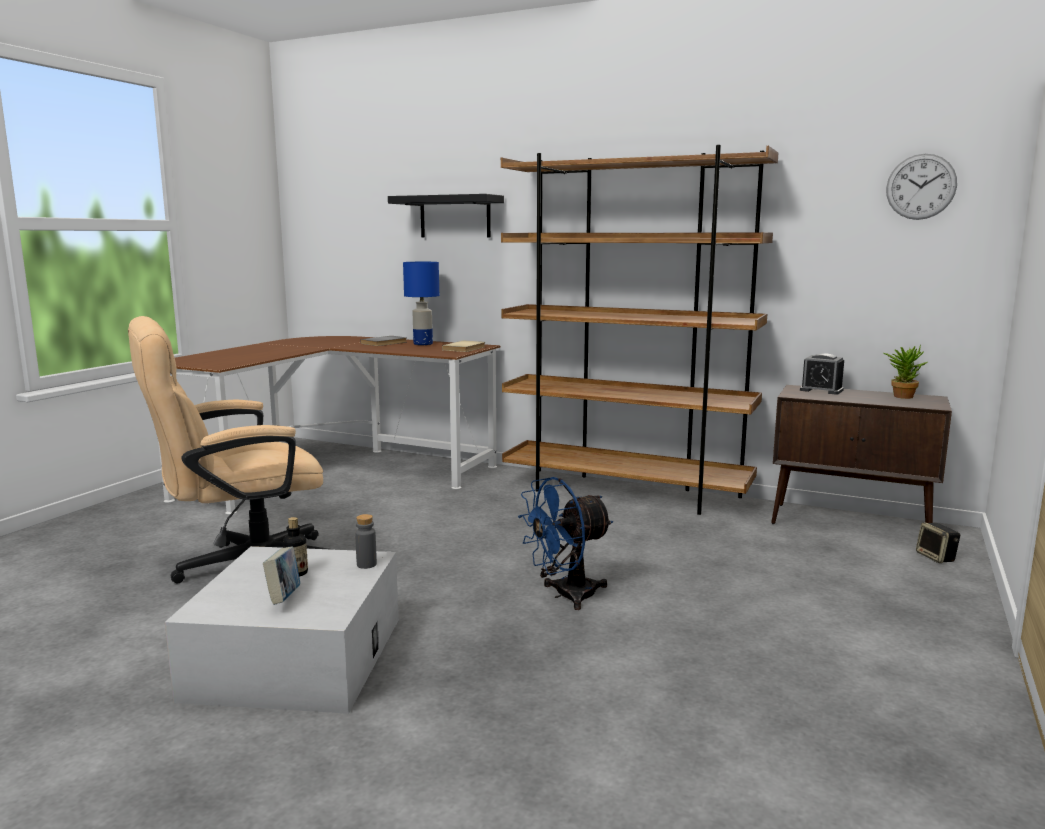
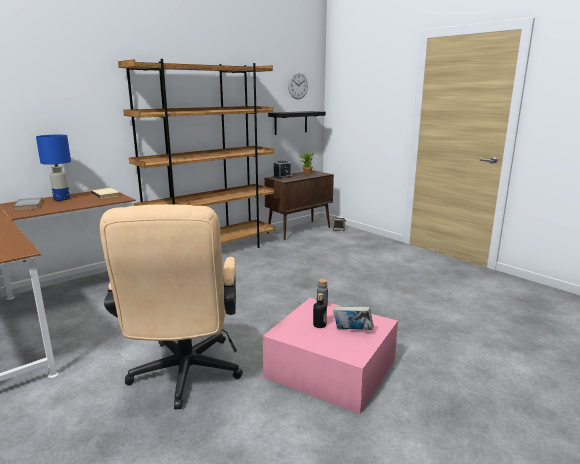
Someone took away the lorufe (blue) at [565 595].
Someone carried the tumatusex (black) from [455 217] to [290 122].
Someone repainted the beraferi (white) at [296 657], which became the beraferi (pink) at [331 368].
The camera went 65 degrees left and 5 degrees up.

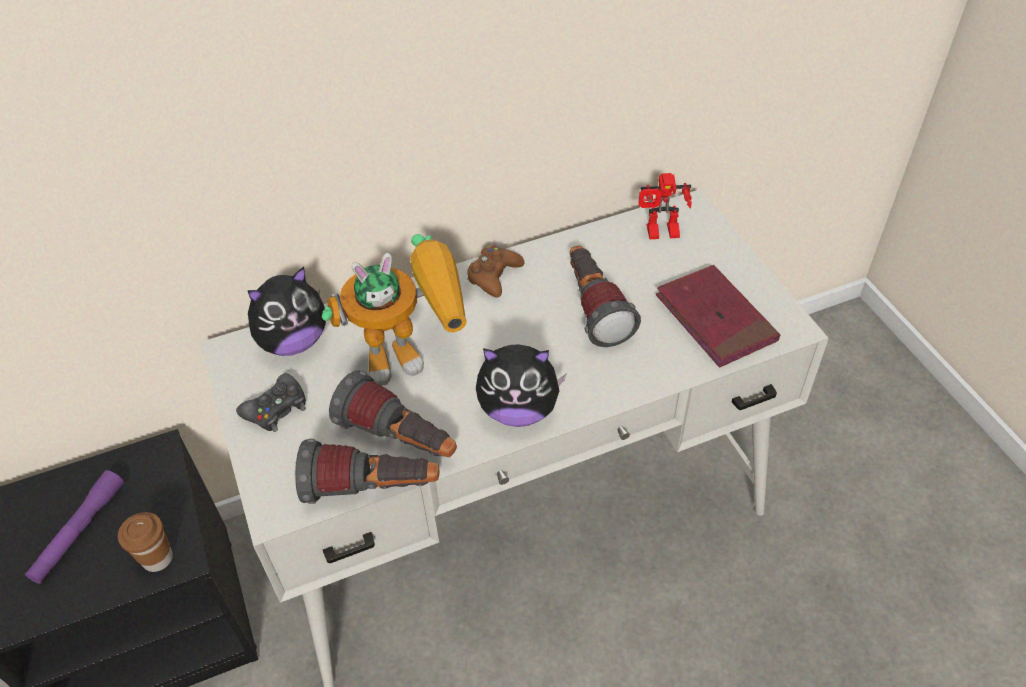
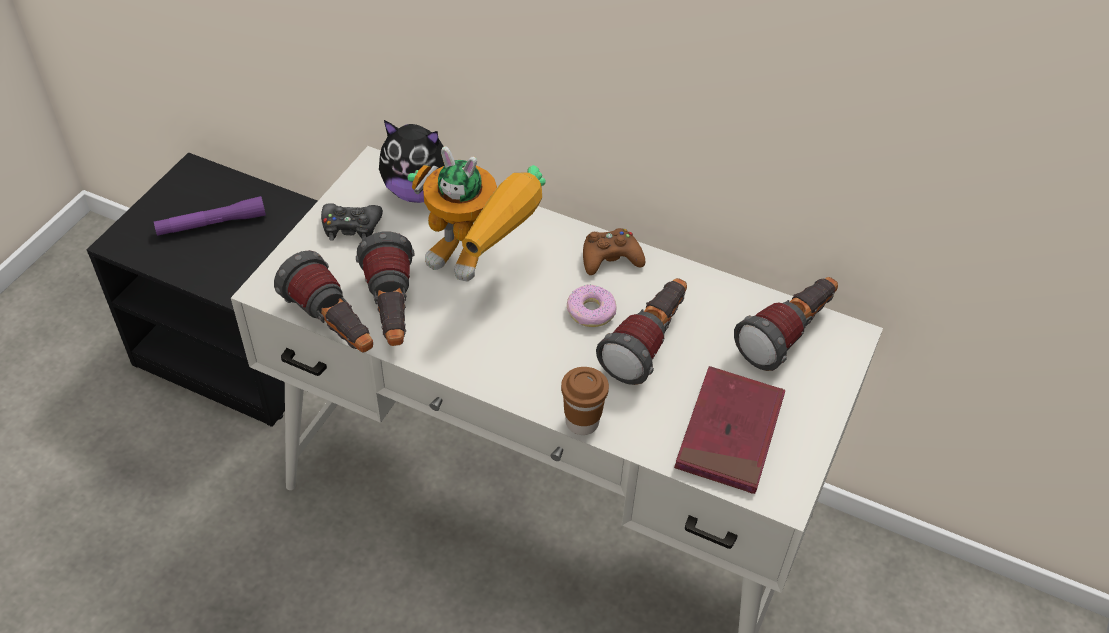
Someone took away the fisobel at [518 409].
Someone put down the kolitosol at [590 312].
Someone carried the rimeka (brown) from [157 558] to [582 422].
Someone swapped the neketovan at [661 234] for the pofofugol at [788 334].
The camera went 45 degrees right and 0 degrees up.

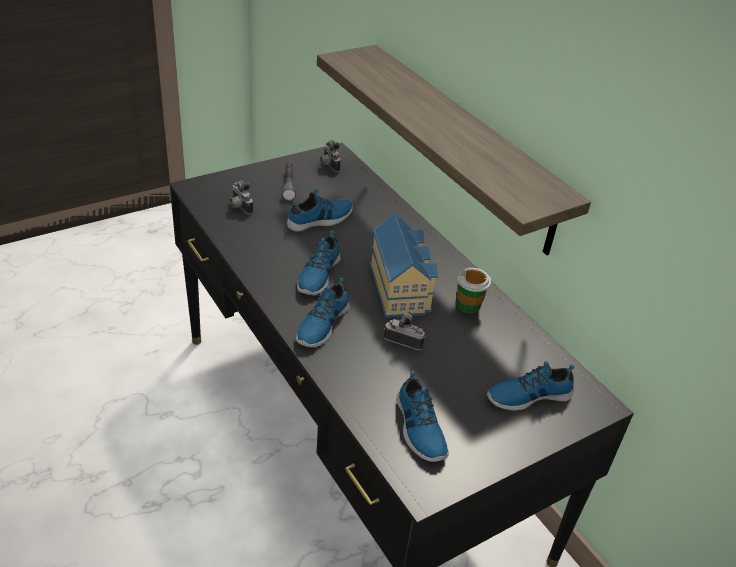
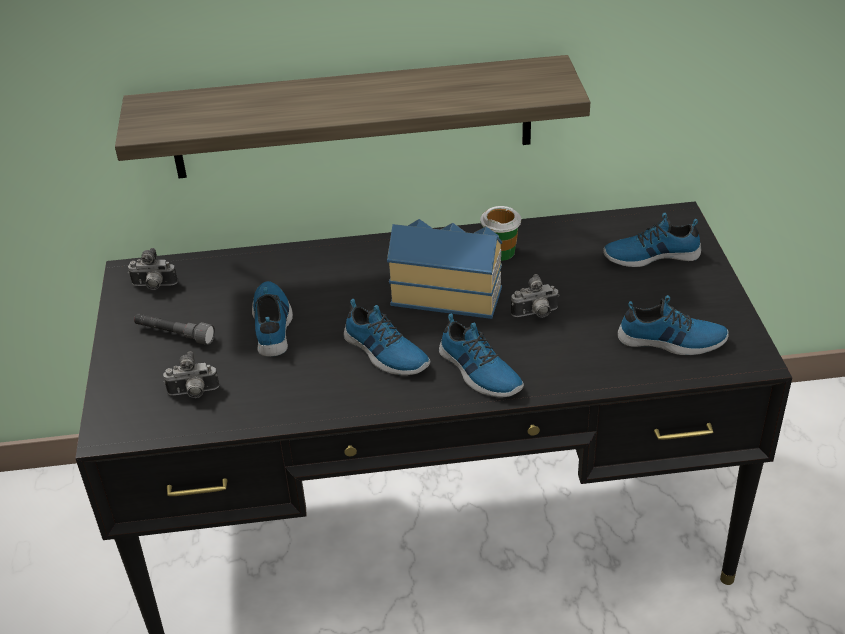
Someone rotated the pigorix at [404 340] by 150 degrees counterclockwise.
Someone rotated the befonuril at [528 395] by 75 degrees clockwise.
The camera went 60 degrees left and 0 degrees up.

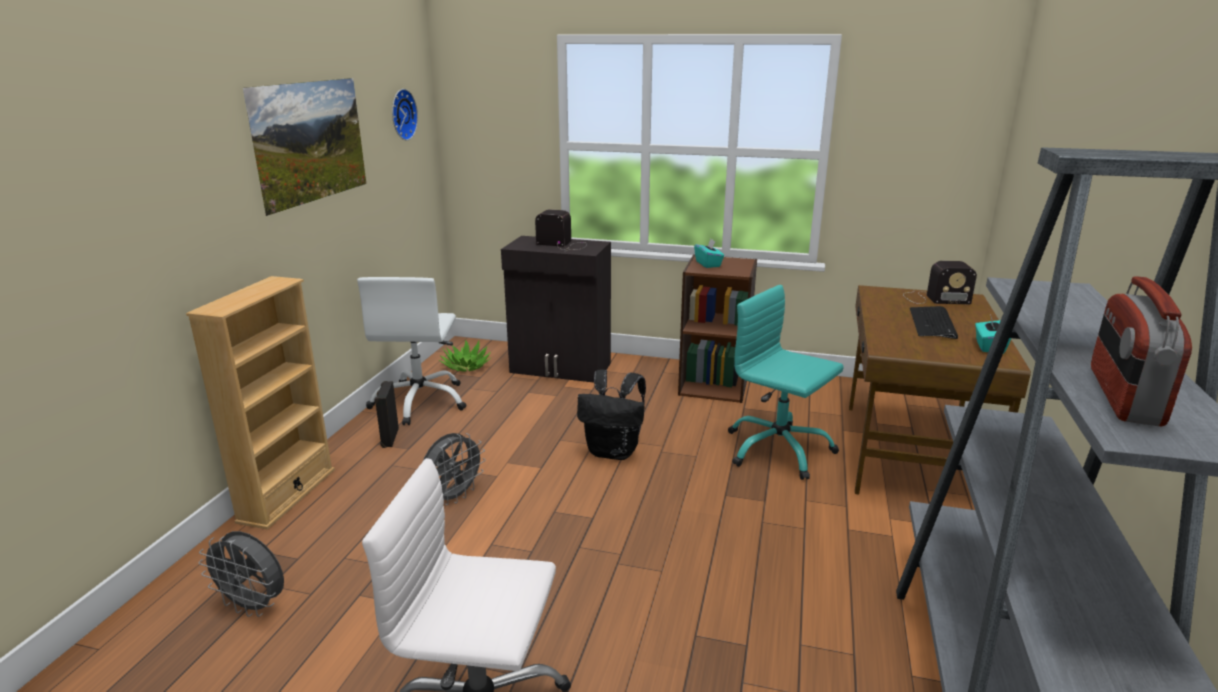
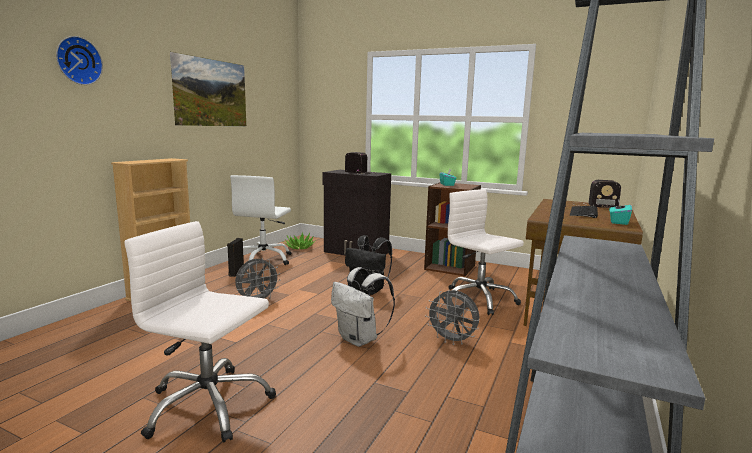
Someone took away the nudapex at [1122 396].
Someone put down the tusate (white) at [360 339].
Someone carried the lorufe (grey) from [254 606] to [452 341].
Someone carried the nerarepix from [401 114] to [77 61].
Someone repainted the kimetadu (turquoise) at [778 450], which became the kimetadu (white) at [478 299].
The camera went 10 degrees right and 10 degrees down.

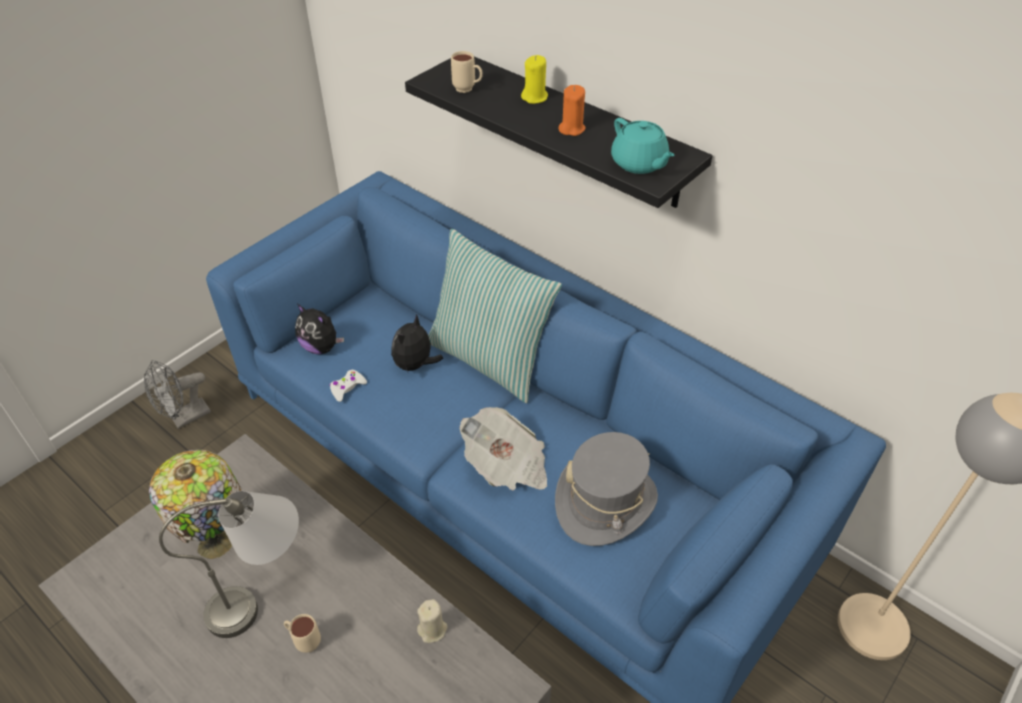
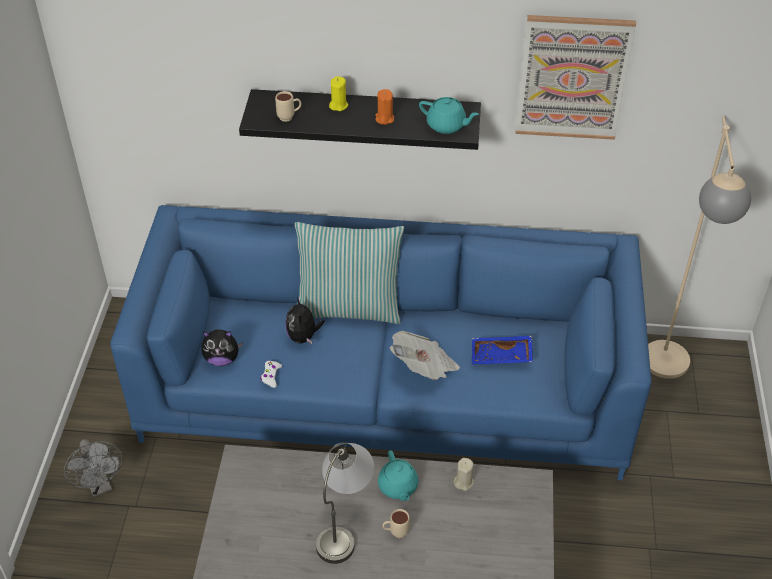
Someone took away the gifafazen at [218 542].
Someone put down the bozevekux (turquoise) at [398 487].
Someone put up the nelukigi at [572 77].
Someone swapped the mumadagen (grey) at [605 502] for the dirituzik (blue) at [501 357].
Someone rotated the lorufe (grey) at [185 418] by 45 degrees counterclockwise.
The camera went 35 degrees left and 0 degrees up.

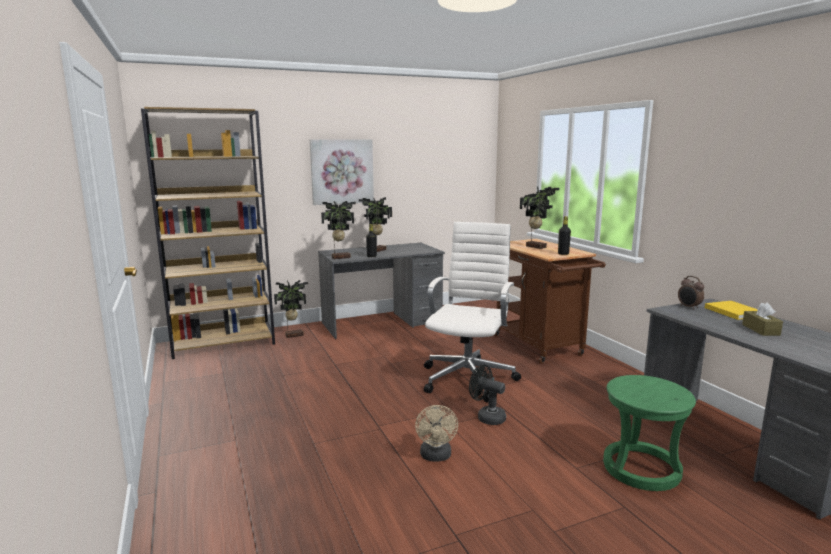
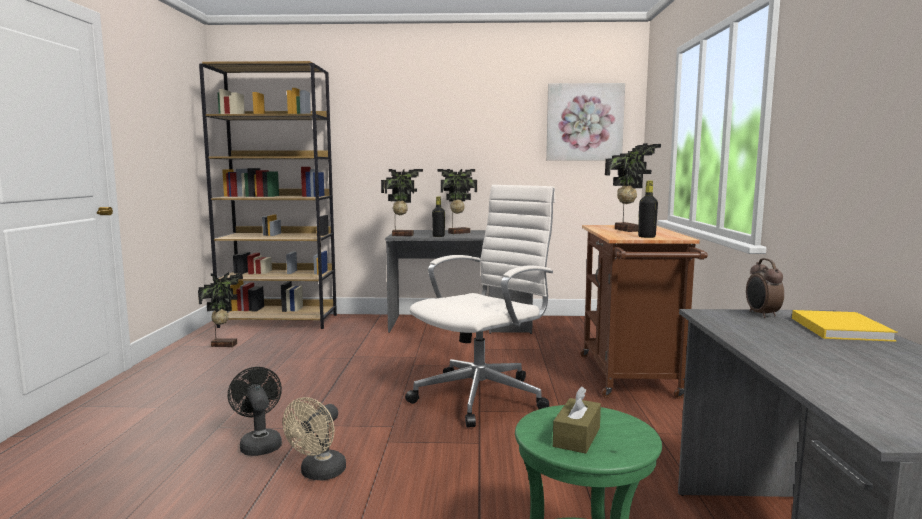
Someone carried the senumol from [293 335] to [224 345].
Someone carried the nelukigi from [342 171] to [584 122].
Someone carried the lorufe (black) from [487 417] to [259 444].
Someone carried the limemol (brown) from [760 330] to [577 437].
The camera went 25 degrees right and 5 degrees down.

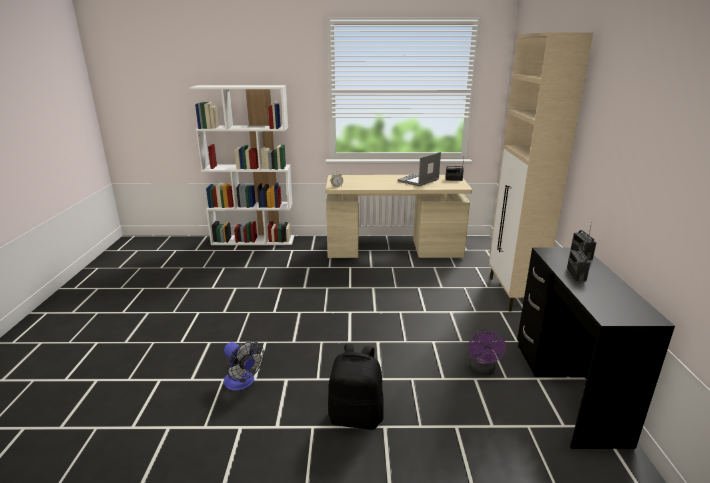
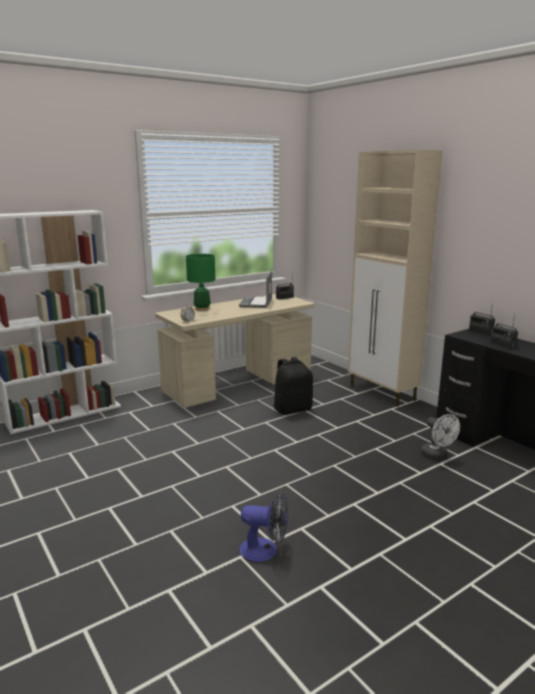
Someone put down the gifafazen (green) at [202 309].
Someone carried the tusate (black) from [356 417] to [292 409].
Someone repainted the lorufe (purple) at [482 370], which became the lorufe (white) at [437 456].
The camera went 35 degrees left and 5 degrees down.

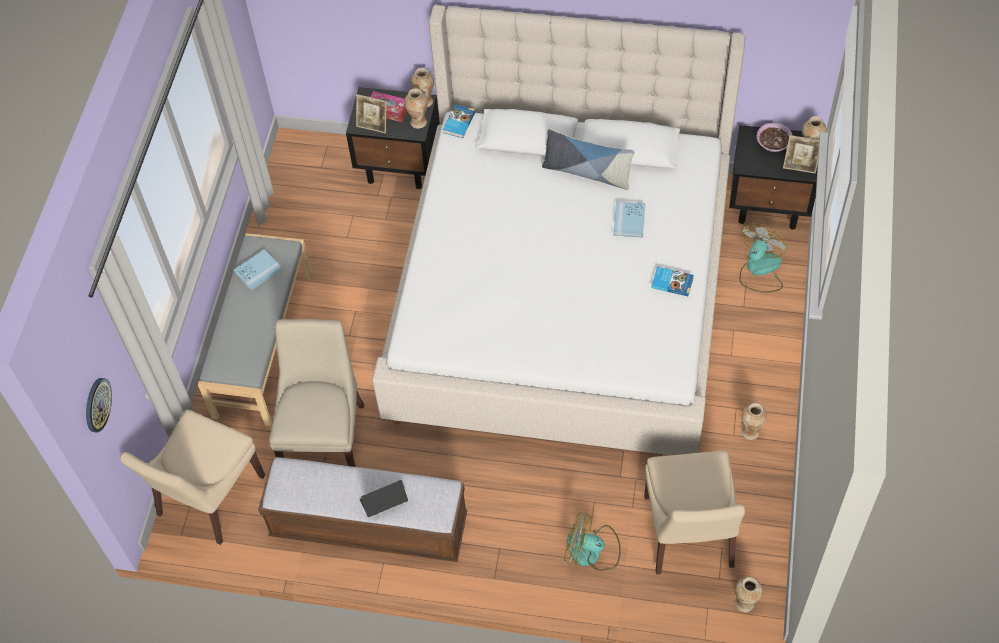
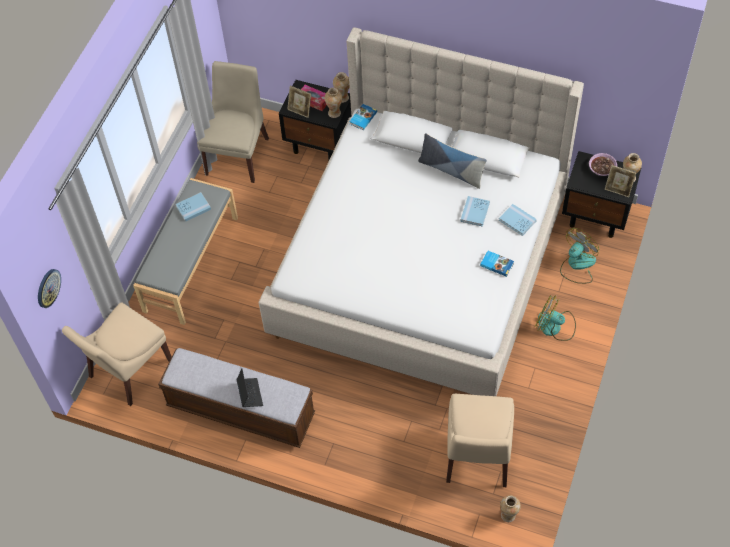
Someone took away the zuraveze at [750 432].
Someone put down the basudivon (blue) at [517 221].
Someone carried the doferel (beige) from [324 436] to [238 154].
Someone carried the lorufe from [591 551] to [554 327].
Someone rotated the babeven at [384 502] by 90 degrees clockwise.
The camera went 10 degrees right and 0 degrees up.

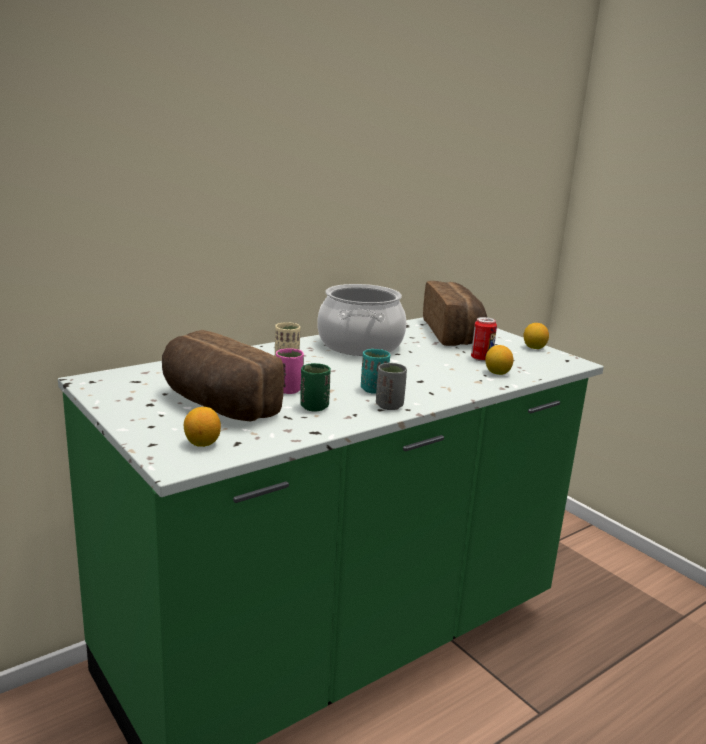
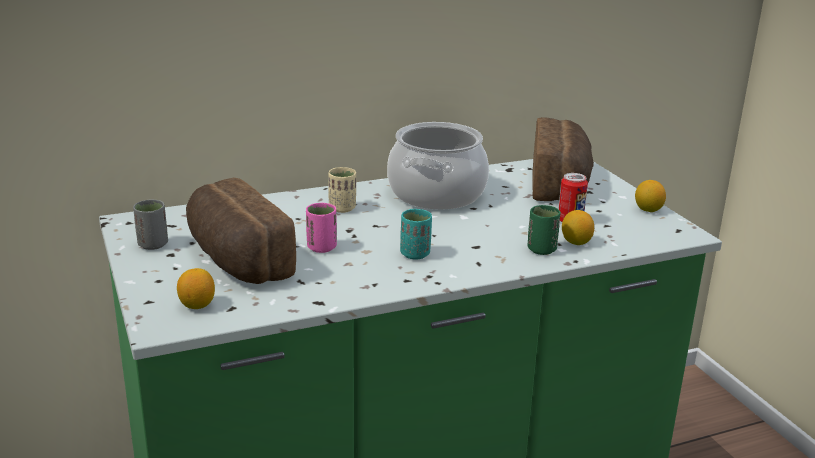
Someone carried the rimeka (green) from [314 407] to [541 250].
Someone carried the rimeka (grey) from [389 406] to [153 245].
The camera went 15 degrees right and 5 degrees up.

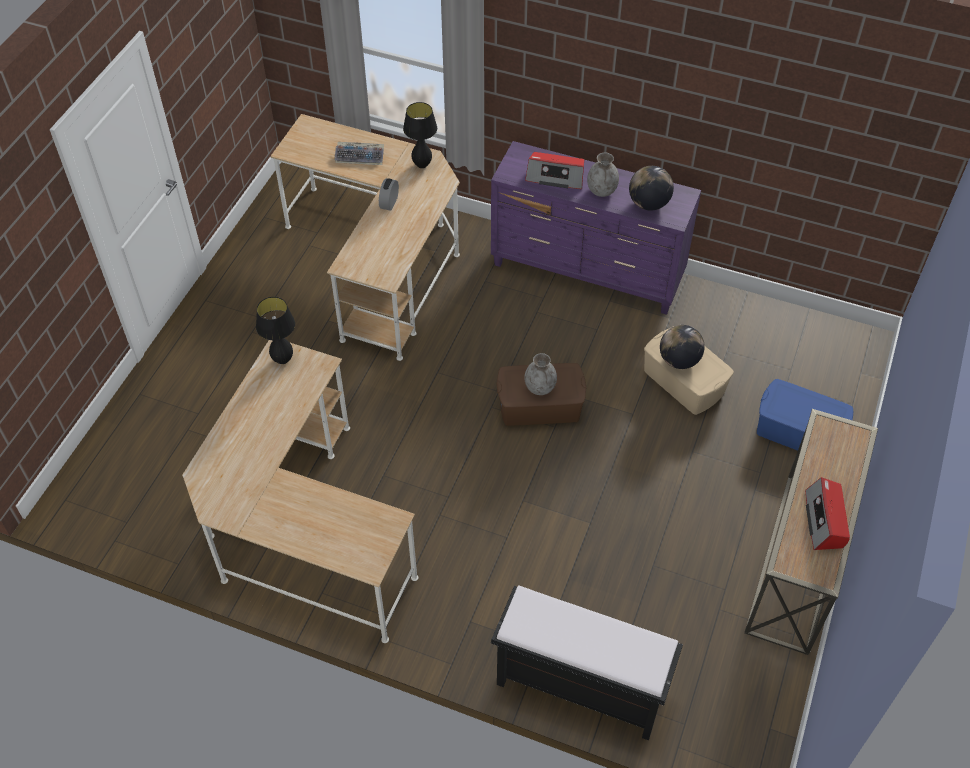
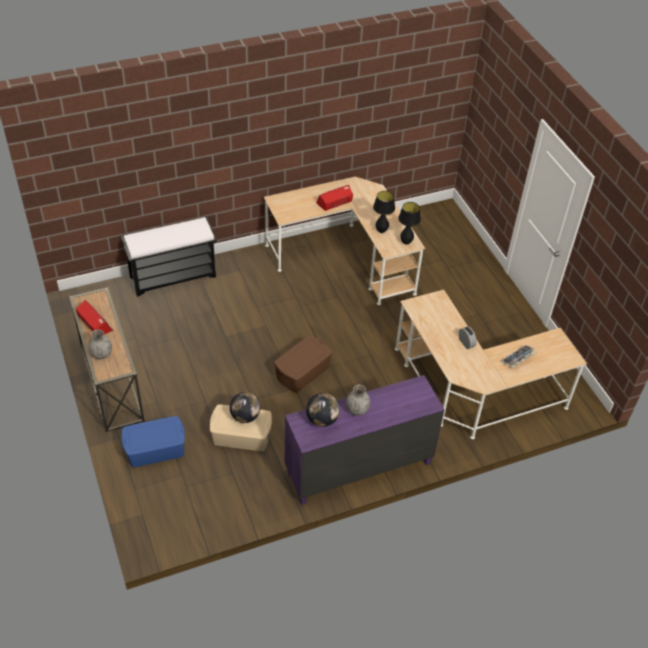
Someone carried the gifafazen (black) from [422 165] to [381 231].
Someone carried the nudapex from [555 176] to [335 202].
Someone carried the zuraveze (grey) from [540 387] to [101 354].
The camera went 135 degrees right and 5 degrees down.

